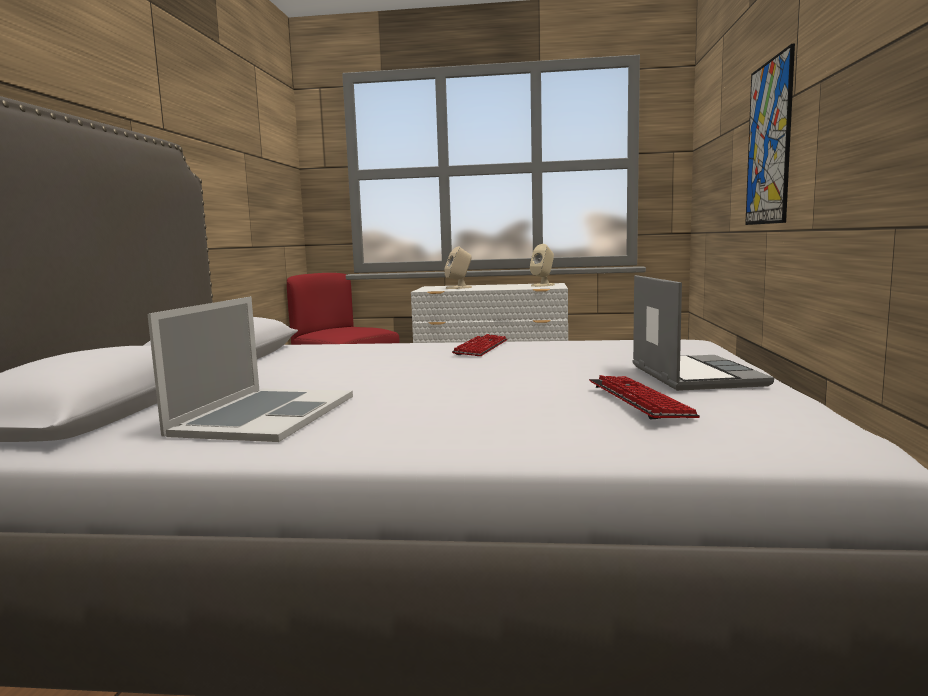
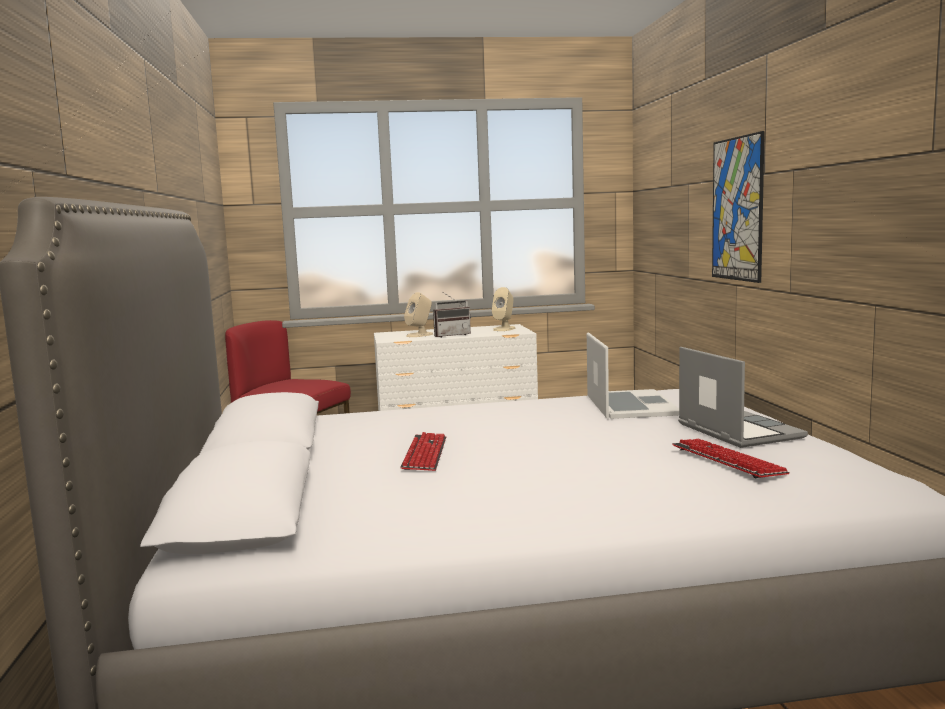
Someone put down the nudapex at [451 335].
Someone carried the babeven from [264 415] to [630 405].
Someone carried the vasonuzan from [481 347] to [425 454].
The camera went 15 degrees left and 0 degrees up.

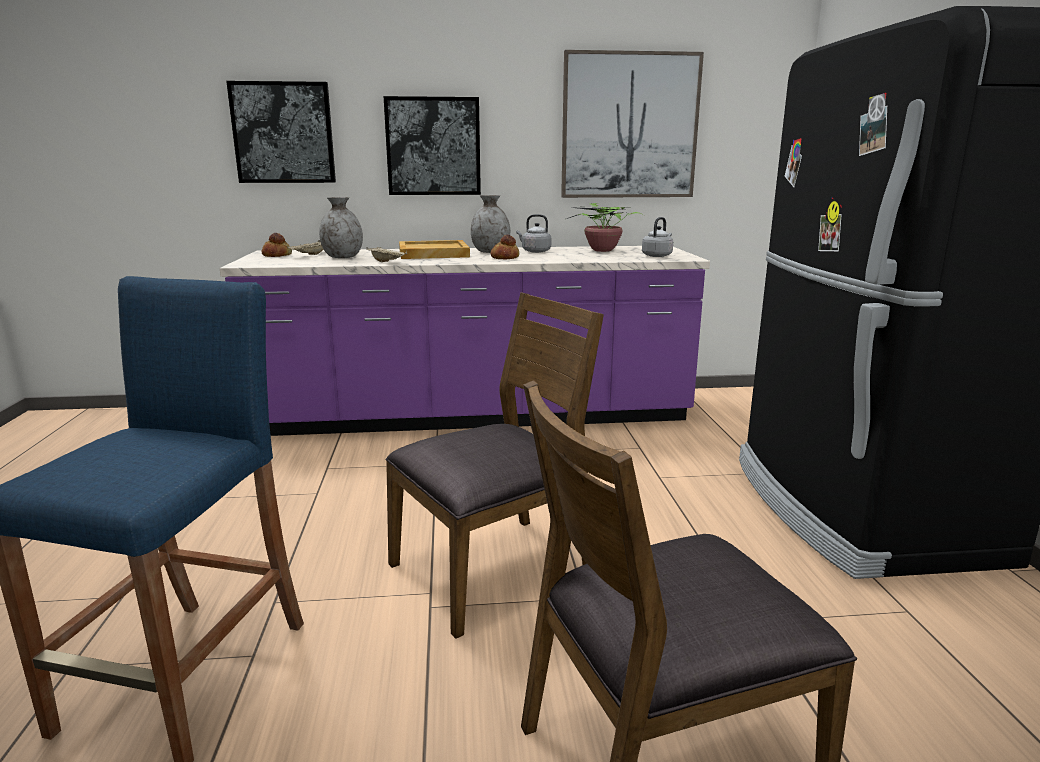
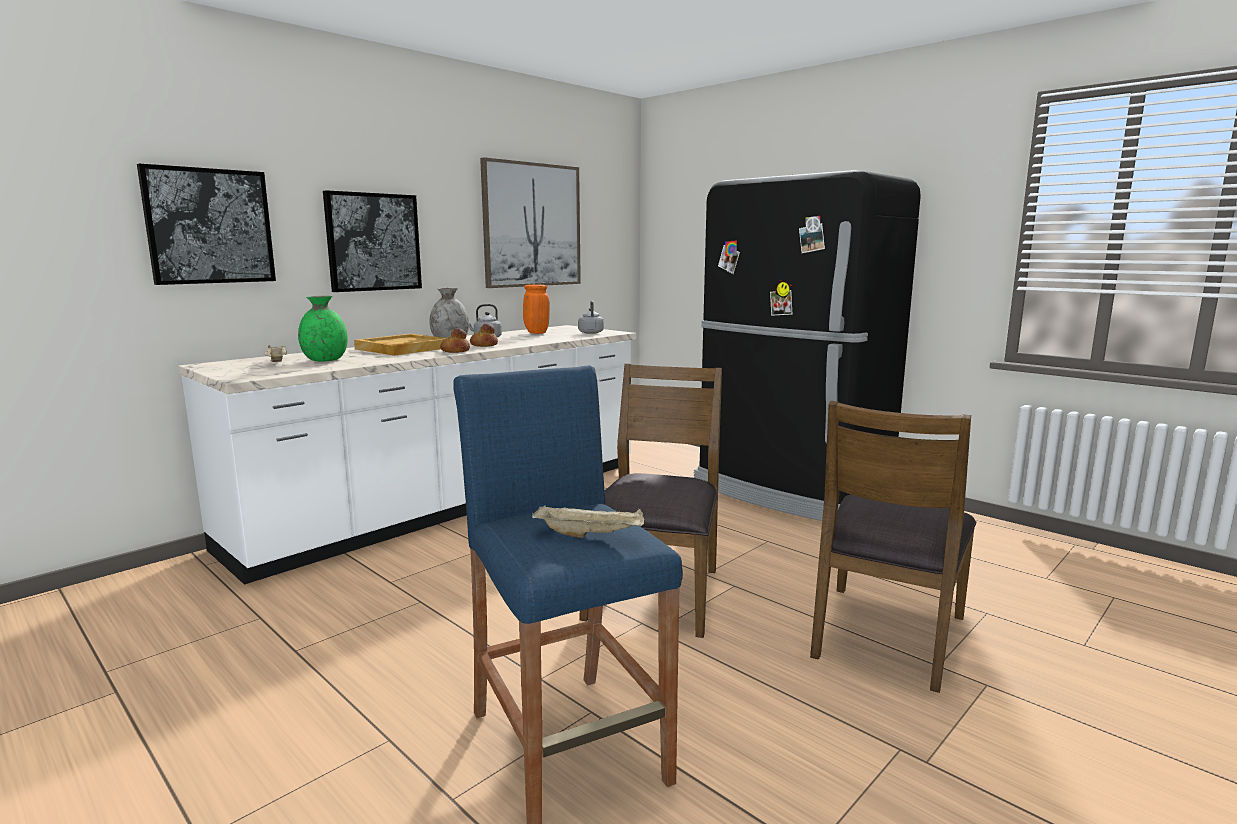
Someone carried the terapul from [276 255] to [455 351].
Someone carried the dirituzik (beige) from [387 262] to [591 535].
Someone swapped the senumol at [601 250] for the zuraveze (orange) at [536 333].
Someone repainted the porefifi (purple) at [474 415], which became the porefifi (white) at [452 505].
Someone repainted the zuraveze (grey) at [342 257], which became the zuraveze (green) at [325 360].
The camera went 40 degrees left and 5 degrees down.

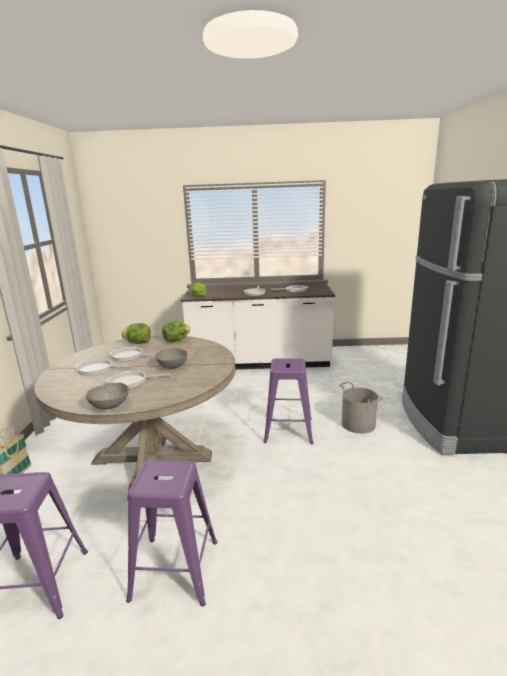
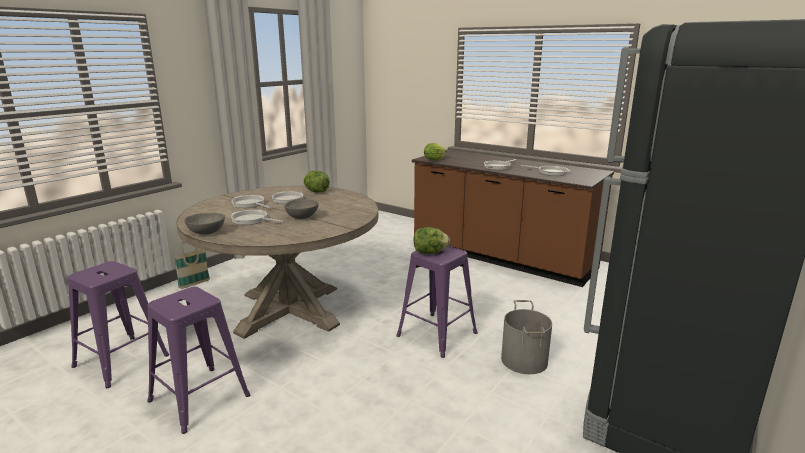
Someone carried the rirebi from [176 340] to [429 252].
Someone repainted the porefifi (white) at [259 362], which became the porefifi (brown) at [501 257].
The camera went 35 degrees right and 0 degrees up.

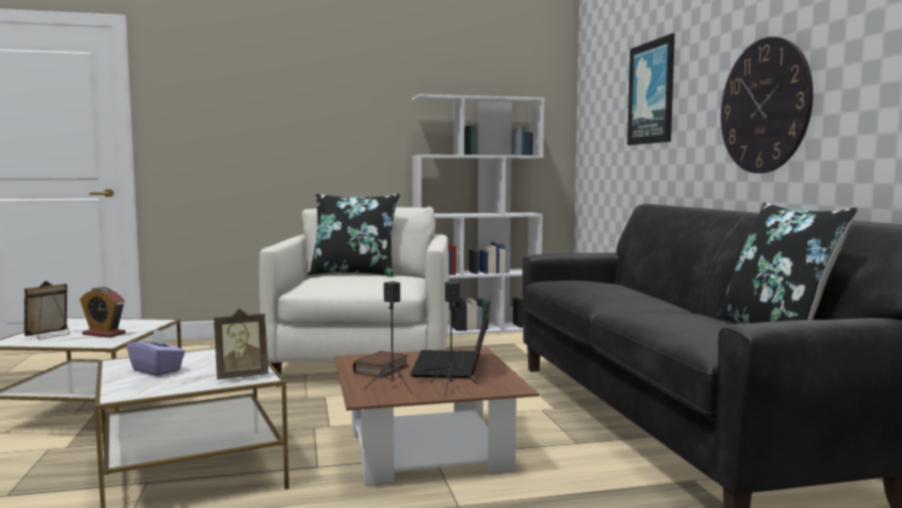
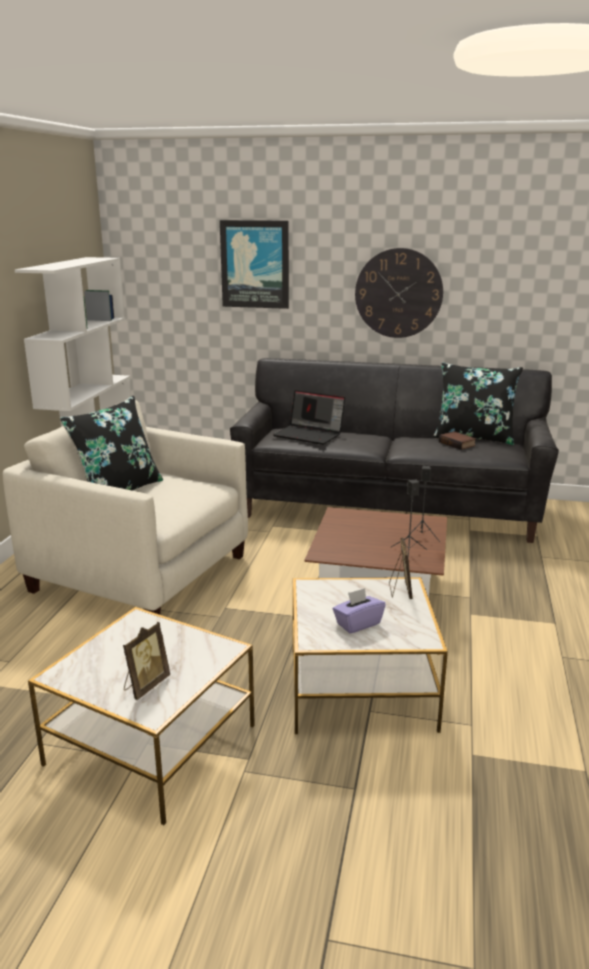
Someone took away the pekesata at [104 334].
Someone carried the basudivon from [382 370] to [458 444].
Someone carried the babeven from [453 366] to [310 434].
Someone rotated the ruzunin at [49 336] by 120 degrees counterclockwise.
The camera went 65 degrees left and 15 degrees up.

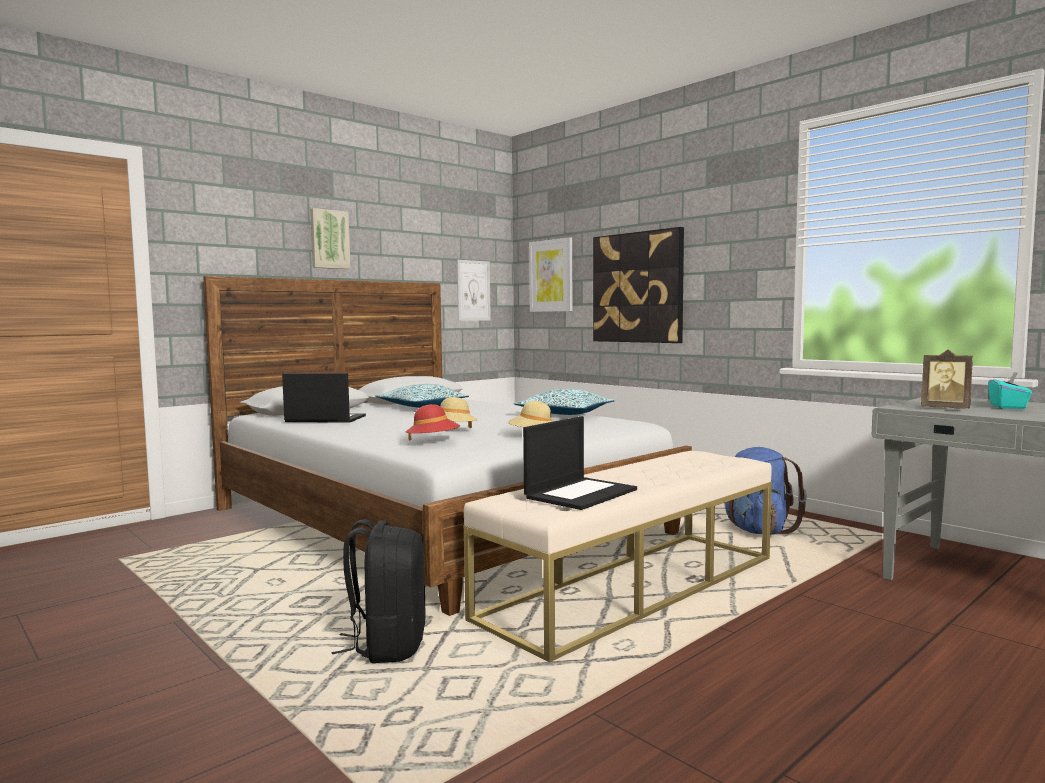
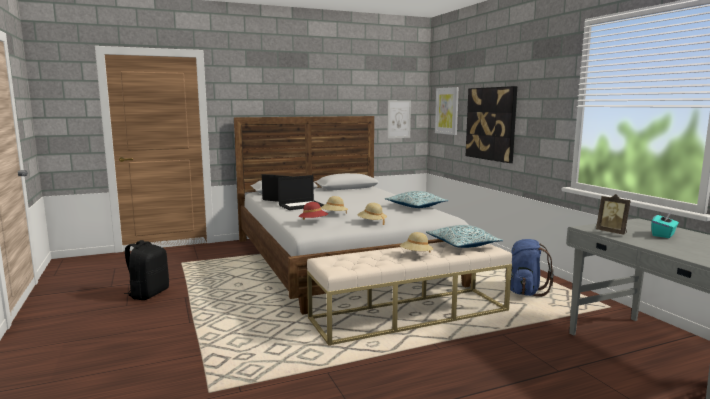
Someone took away the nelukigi at [329 239].
Someone put down the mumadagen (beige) at [416 255].
Someone carried the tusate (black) from [387 645] to [148 294].
Someone carried the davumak from [422 407] to [462 245].
Someone carried the babeven from [581 493] to [301 205].
The camera went 20 degrees right and 5 degrees up.

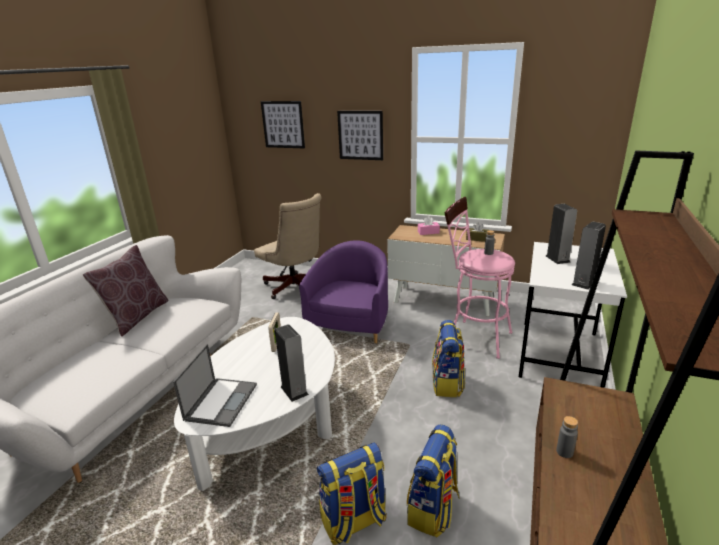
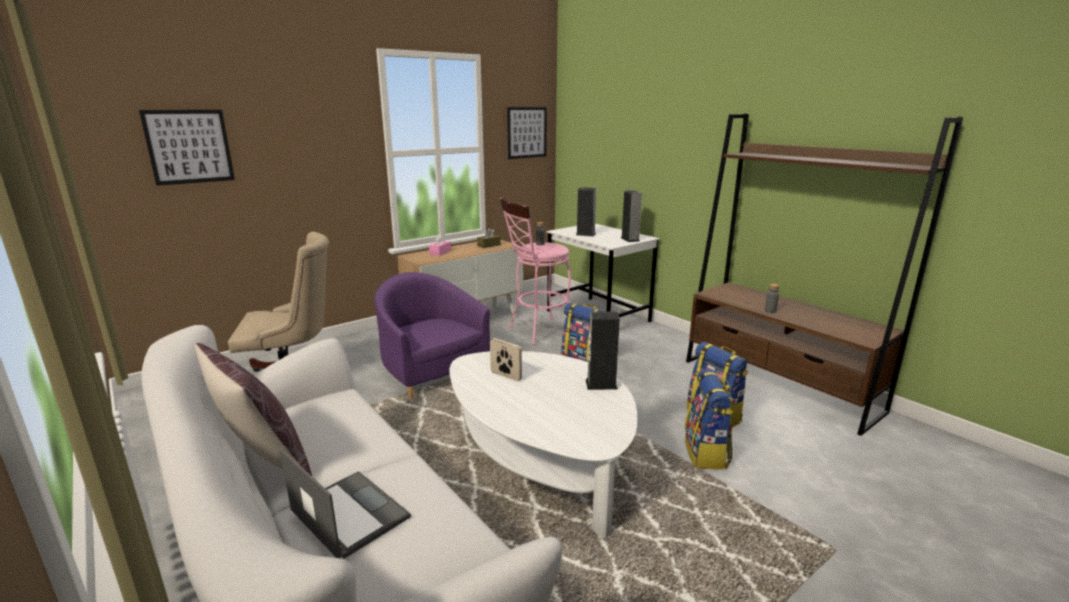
Someone carried the babeven from [221 401] to [348 513].
Someone carried the nelukigi from [360 135] to [527 132].
The camera went 60 degrees left and 5 degrees down.

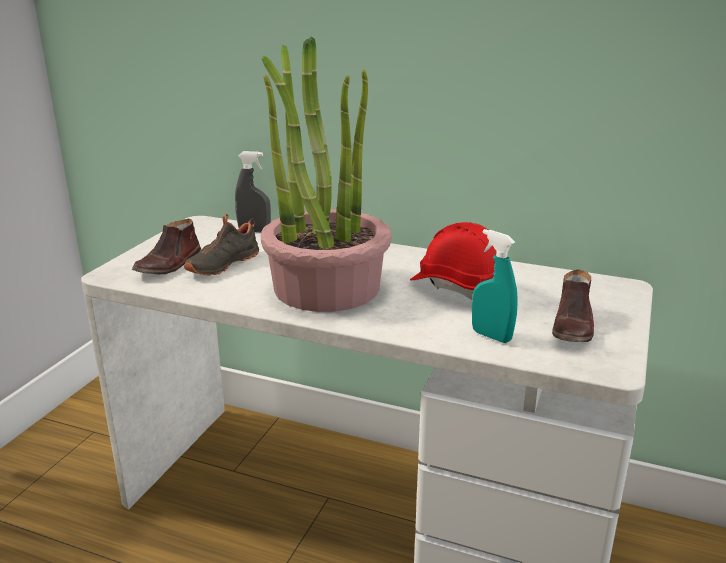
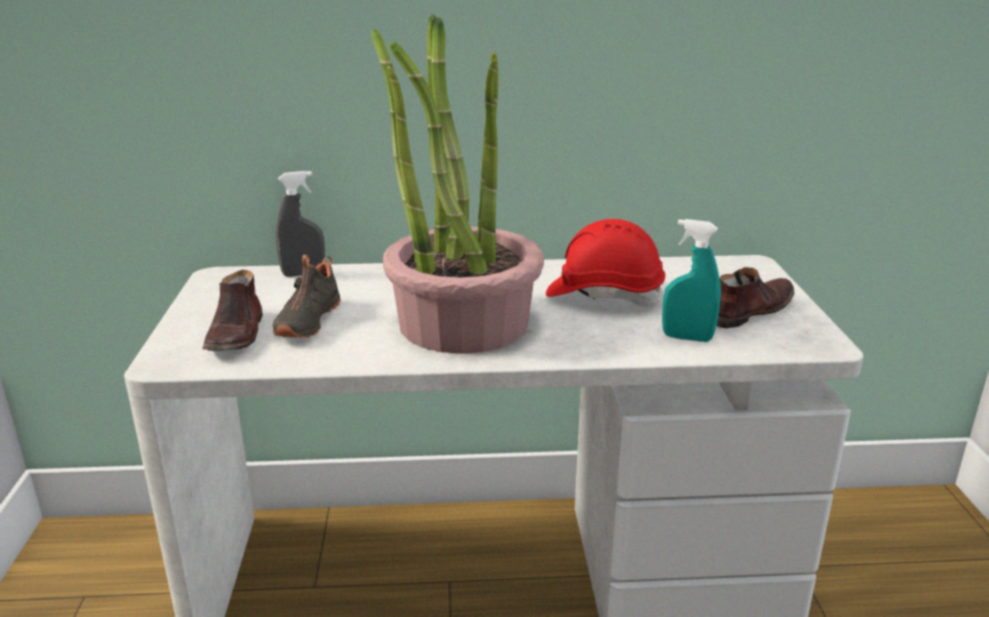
Someone rotated the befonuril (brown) at [573 326] by 120 degrees counterclockwise.
The camera went 25 degrees left and 0 degrees up.

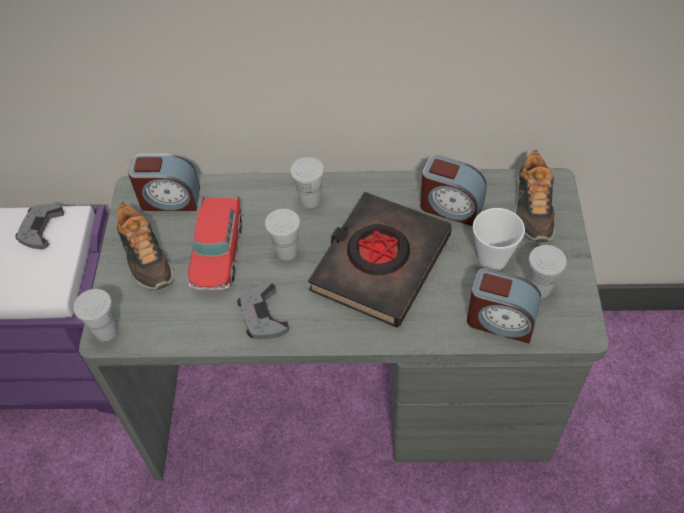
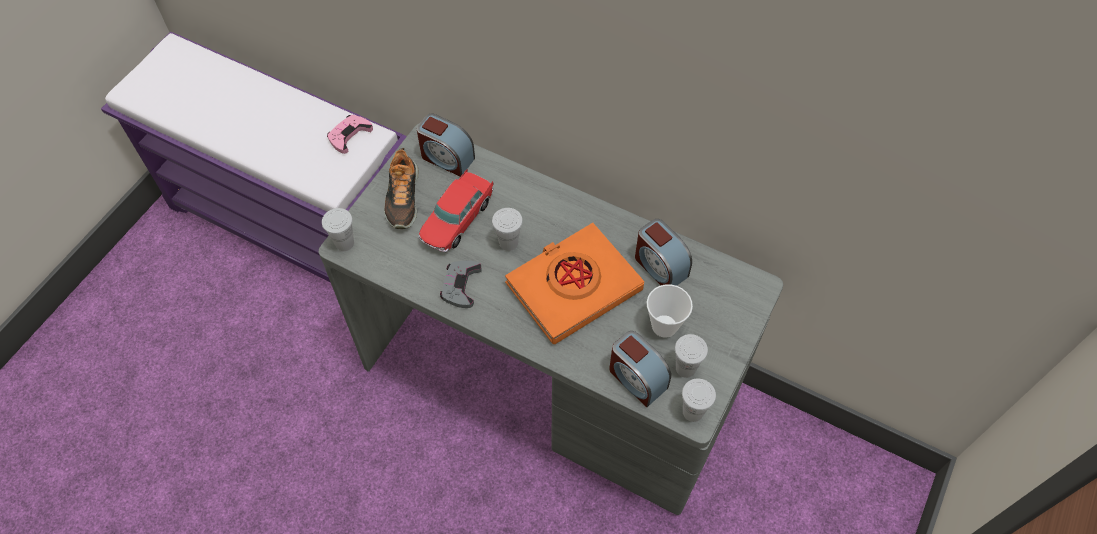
Someone took away the befonuril at [532 208].
Someone carried the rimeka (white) from [310 200] to [692 412].
Someone repainted the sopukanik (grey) at [40 228], which became the sopukanik (pink) at [349 135].
Someone repainted the basudivon (black) at [380 263], which became the basudivon (orange) at [573 287].
The camera went 25 degrees right and 5 degrees up.

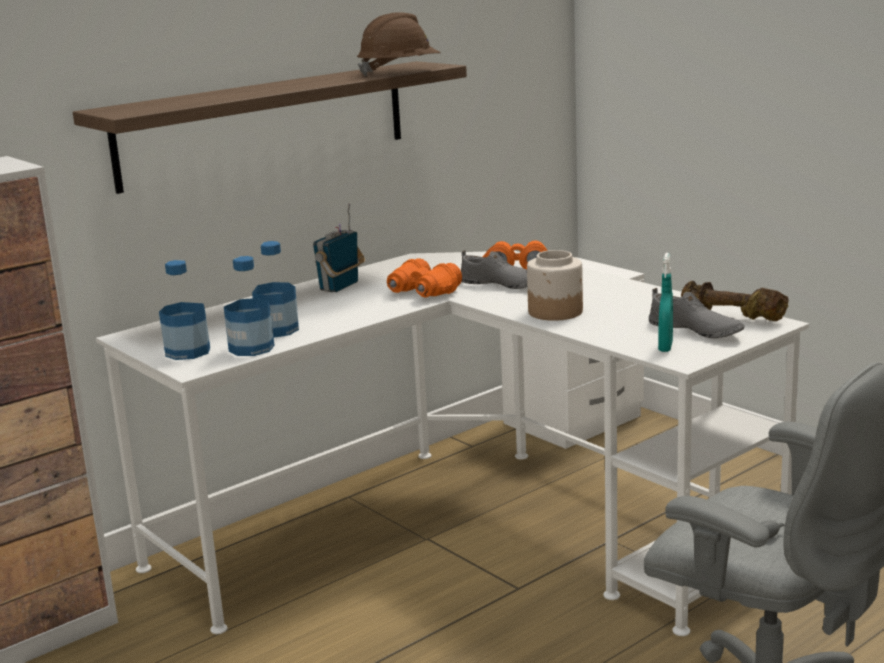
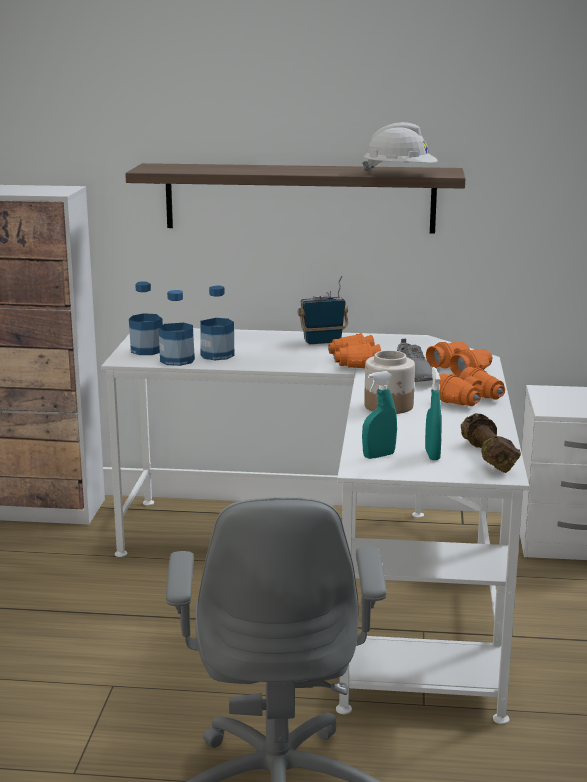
Someone put down the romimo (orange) at [470 400].
Someone swapped the befonuril (grey) at [695 331] for the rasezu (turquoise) at [432 455].
Someone repainted the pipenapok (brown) at [399 72], which became the pipenapok (white) at [400 174].
The camera went 45 degrees right and 0 degrees up.

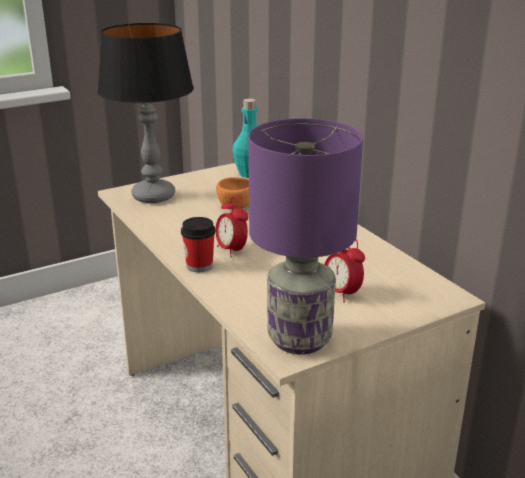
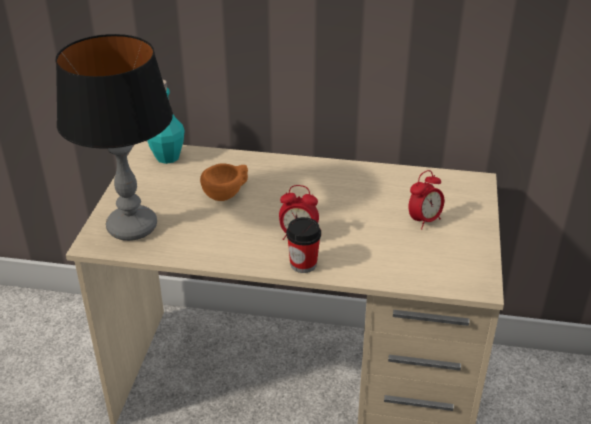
Someone took away the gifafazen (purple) at [298 339].
Someone rotated the pekesata at [342 293] by 45 degrees counterclockwise.
The camera went 50 degrees left and 10 degrees up.

